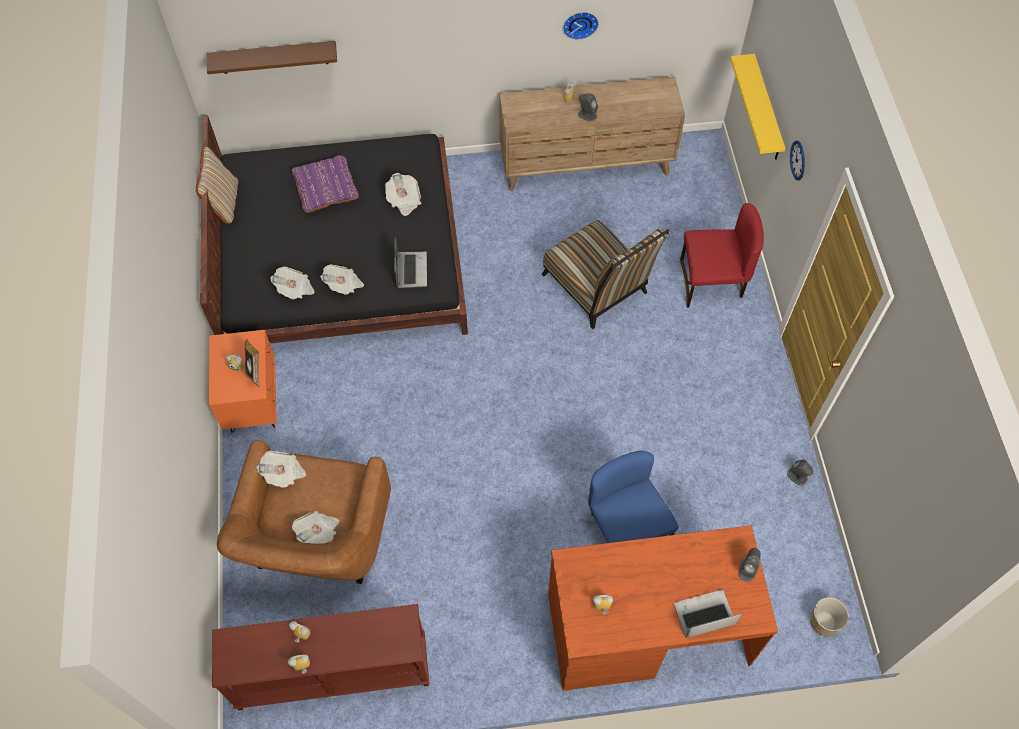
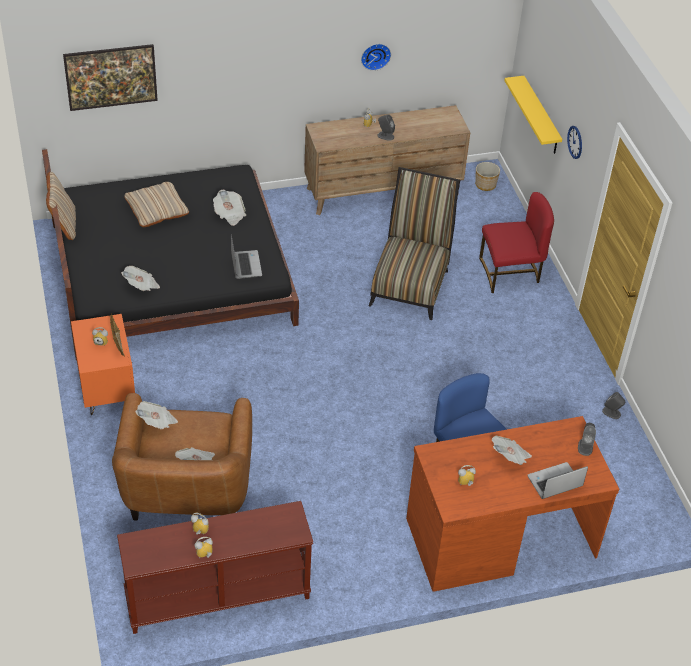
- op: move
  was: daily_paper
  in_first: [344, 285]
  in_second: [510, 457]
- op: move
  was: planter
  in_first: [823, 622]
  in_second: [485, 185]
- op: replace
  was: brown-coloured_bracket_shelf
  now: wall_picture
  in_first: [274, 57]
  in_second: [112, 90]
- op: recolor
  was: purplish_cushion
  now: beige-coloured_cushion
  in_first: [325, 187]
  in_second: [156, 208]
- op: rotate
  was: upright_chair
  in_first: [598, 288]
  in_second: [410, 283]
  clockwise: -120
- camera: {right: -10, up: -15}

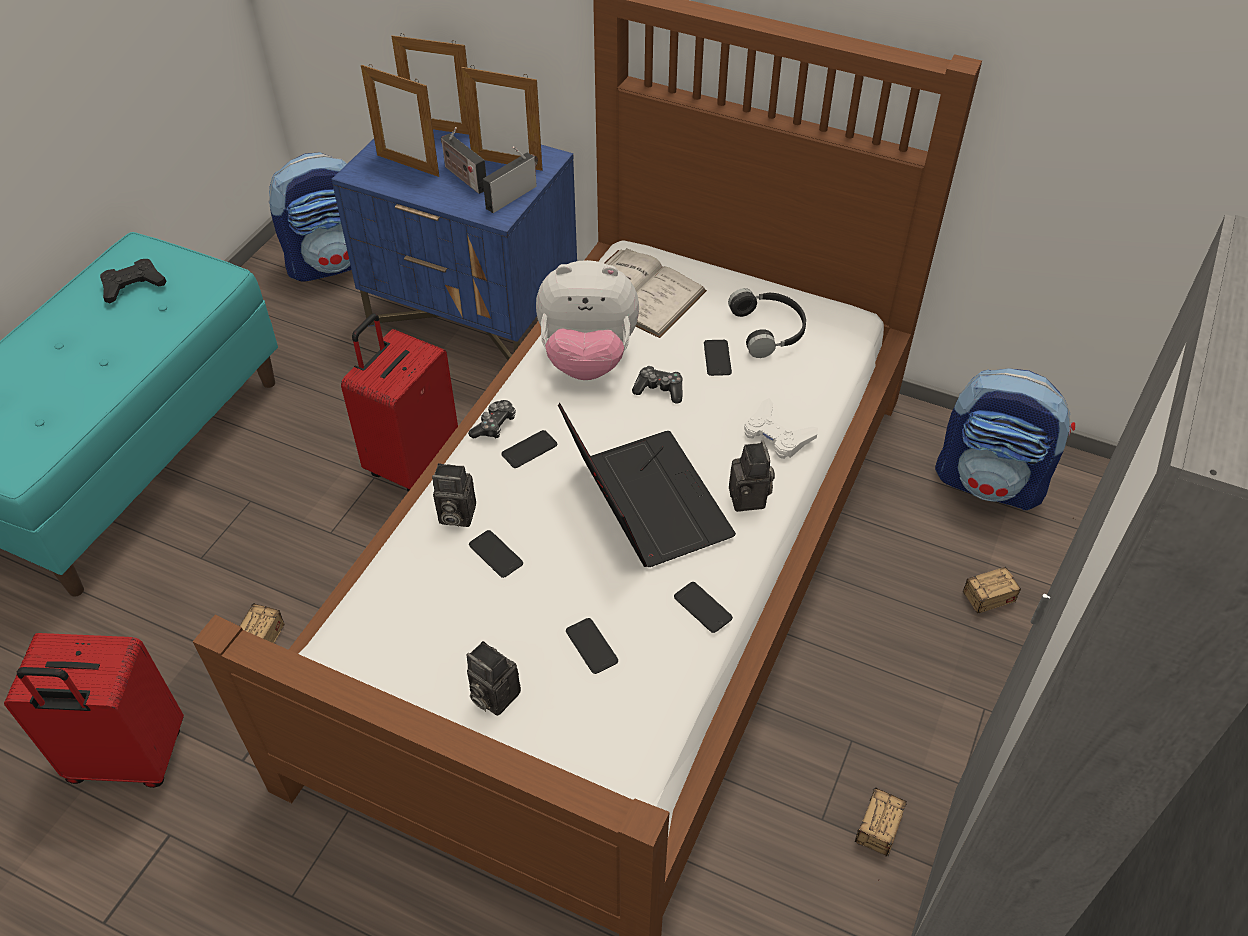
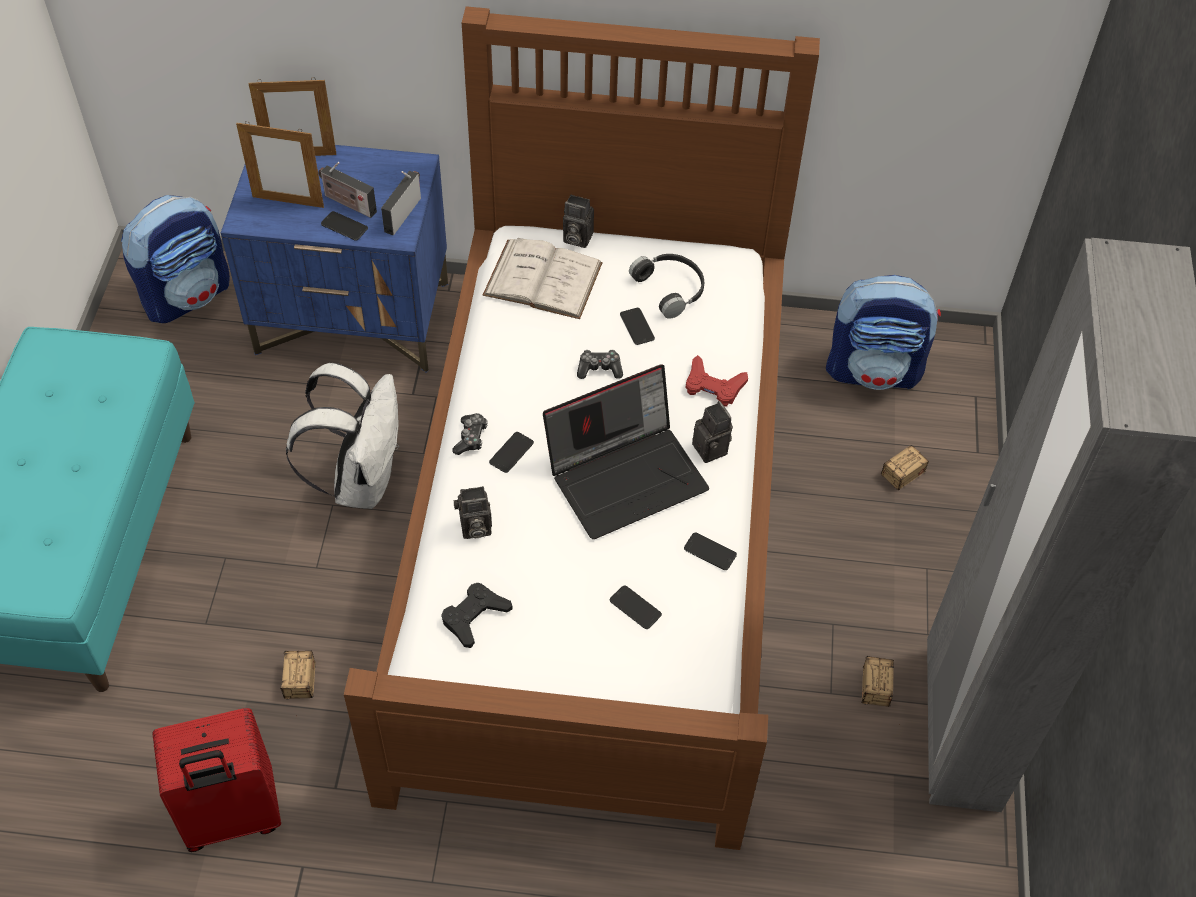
- op: delete
  was: picture_frame
  in_first: [506, 163]
- op: delete
  was: soft_toy
  in_first: [587, 359]
- op: move
  was: black_joypad
  in_first: [133, 285]
  in_second: [474, 617]
- op: move
  was: still_camera
  in_first: [492, 695]
  in_second: [576, 238]
- op: move
  was: phone
  in_first: [496, 554]
  in_second: [344, 226]
- op: replace
  was: reddish_travel_case
  now: white_backpack
  in_first: [412, 461]
  in_second: [361, 480]
- op: recolor
  was: white_joypad
  now: reddish_joypad
  in_first: [777, 435]
  in_second: [713, 386]
- op: rotate
  was: notebook_computer
  in_first: [643, 502]
  in_second: [627, 475]
  clockwise: 105
- camera: {right: -20, up: 5}

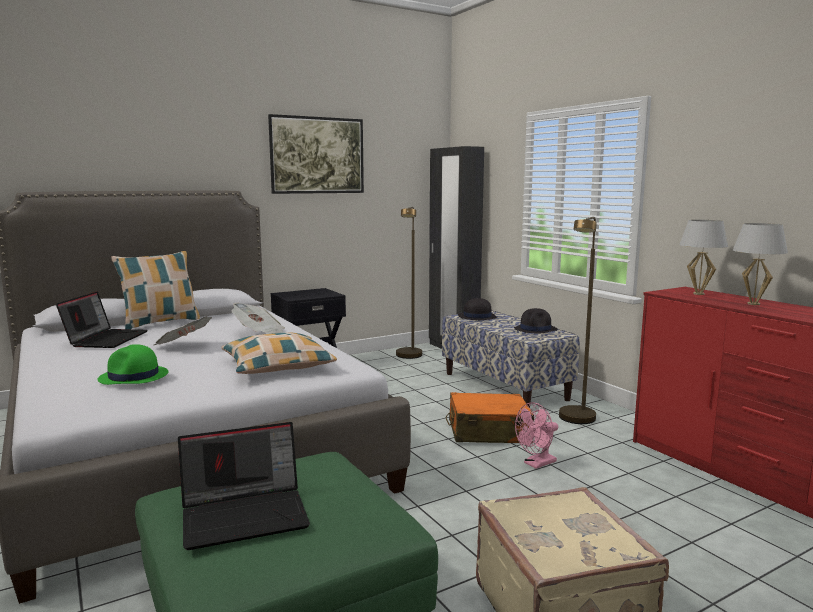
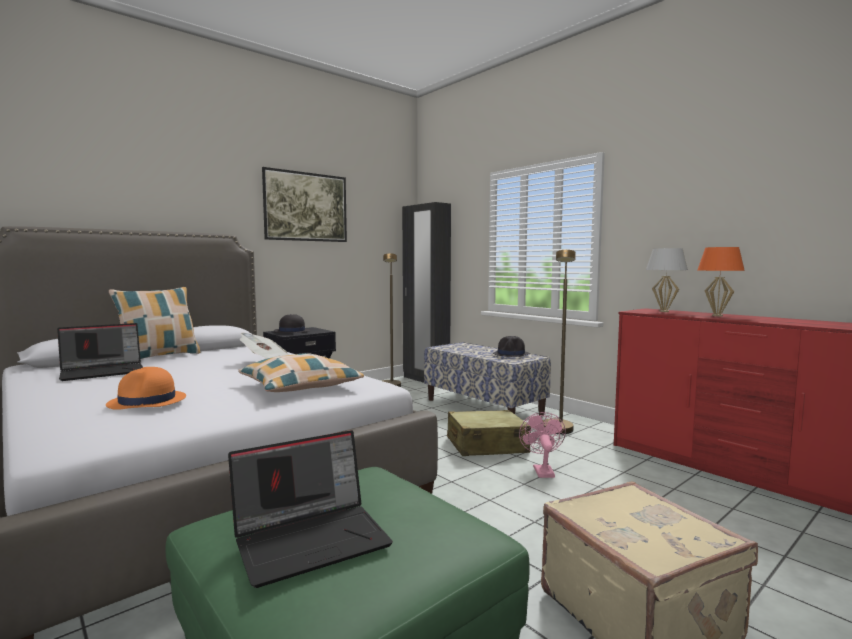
- op: delete
  was: daily_paper
  in_first: [183, 346]
- op: move
  was: black_wearable_hat
  in_first: [477, 317]
  in_second: [291, 331]
- op: recolor
  was: green_wearable_hat
  now: orange_wearable_hat
  in_first: [134, 377]
  in_second: [147, 402]
- op: recolor
  was: orange_travel_case
  now: beige-coloured_travel_case
  in_first: [488, 432]
  in_second: [486, 446]
- op: recolor
  was: white_lamp_for_a_table
  now: orange_lamp_for_a_table
  in_first: [753, 304]
  in_second: [717, 315]
- op: rotate
  was: notebook_computer
  in_first: [106, 339]
  in_second: [104, 371]
  clockwise: 60
- op: rotate
  was: pink-coloured_cooling_fan
  in_first: [536, 464]
  in_second: [542, 470]
  clockwise: 135
- camera: {right: -10, up: -5}

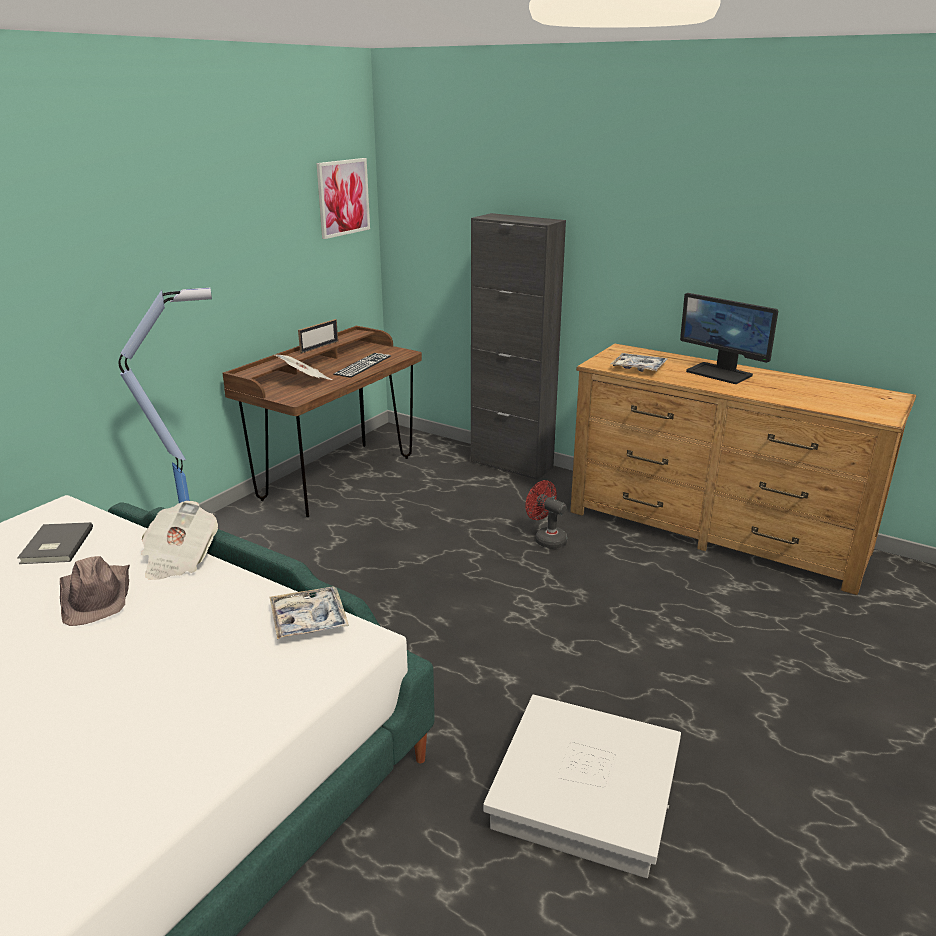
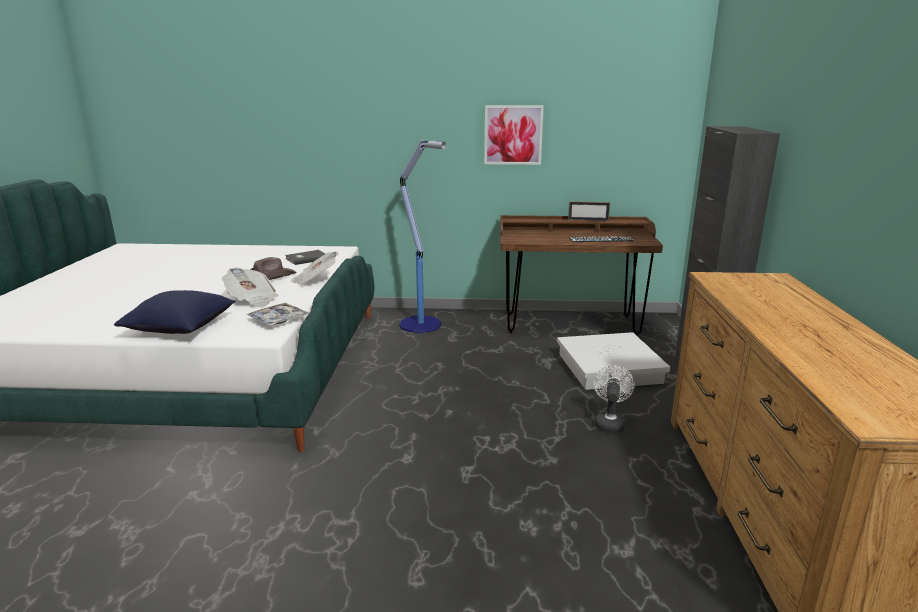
- op: delete
  was: tray
  in_first: [638, 368]
- op: delete
  was: computer_screen
  in_first: [720, 373]
- op: insert
  now: blue-coloured_cushion
  in_second: [181, 329]
- op: move
  was: daily_paper
  in_first: [305, 381]
  in_second: [252, 300]
- op: move
  was: wall_picture
  in_first: [343, 197]
  in_second: [513, 135]
- op: move
  was: white_storage_container
  in_first: [584, 793]
  in_second: [608, 368]
- op: recolor
  was: reddish_cooling_fan
  now: white_cooling_fan
  in_first: [546, 539]
  in_second: [609, 422]
- camera: {right: 60, up: -5}

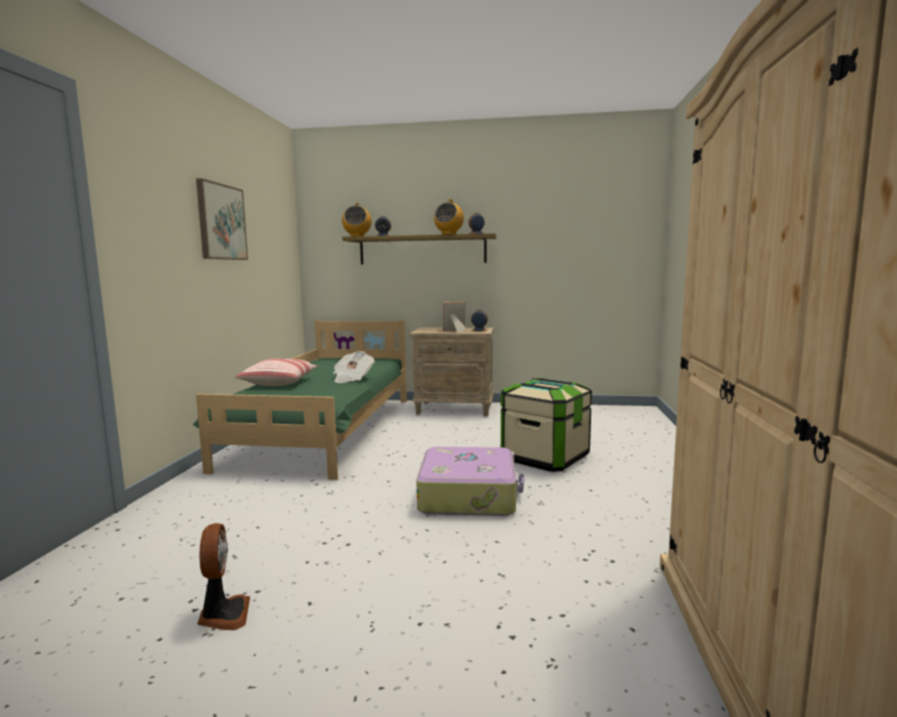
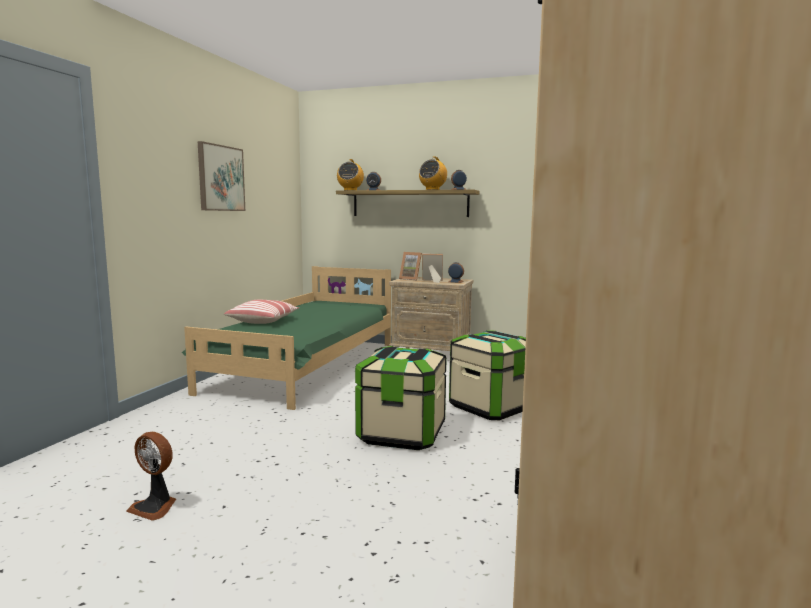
- op: delete
  was: daily_paper
  in_first: [352, 378]
- op: insert
  now: picture_frame
  in_second: [411, 279]
- op: replace
  was: travel_case
  now: storage_container
  in_first: [469, 495]
  in_second: [401, 434]
- op: rotate
  was: cooling_fan
  in_first: [223, 615]
  in_second: [155, 507]
  clockwise: 120
- camera: {right: 10, up: 0}

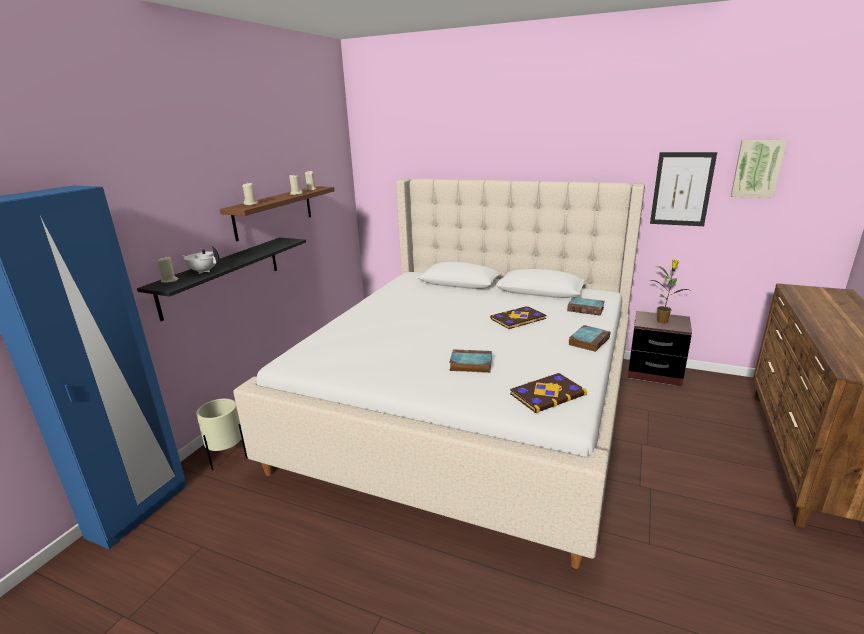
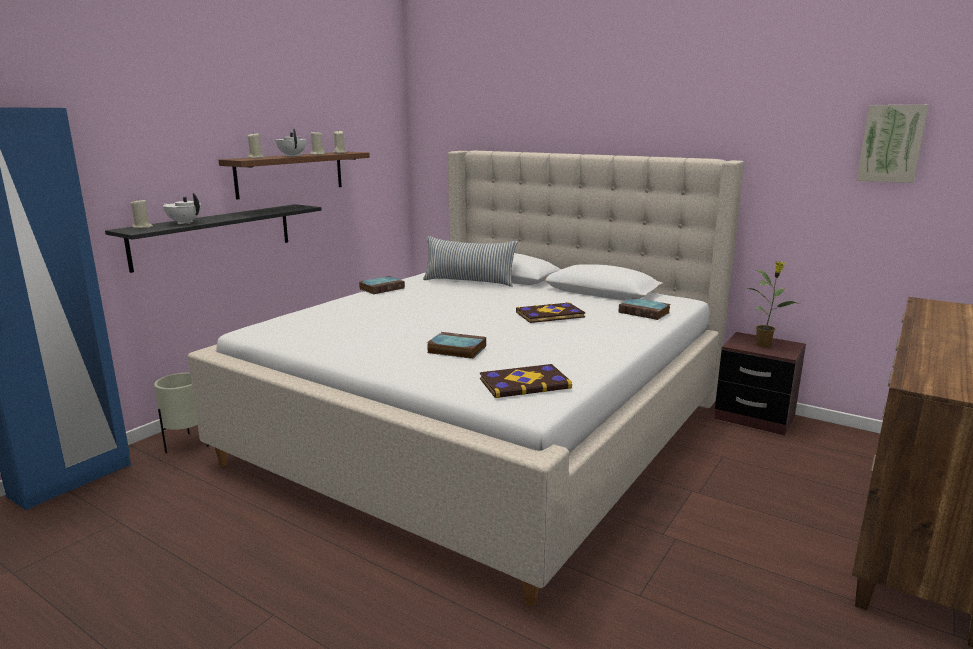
- op: delete
  was: wall_picture
  in_first: [682, 189]
- op: insert
  now: white_tea_pot
  in_second: [292, 156]
- op: insert
  now: cushion
  in_second: [469, 281]
- op: move
  was: volume
  in_first: [589, 341]
  in_second: [382, 288]
- camera: {right: 10, up: -5}

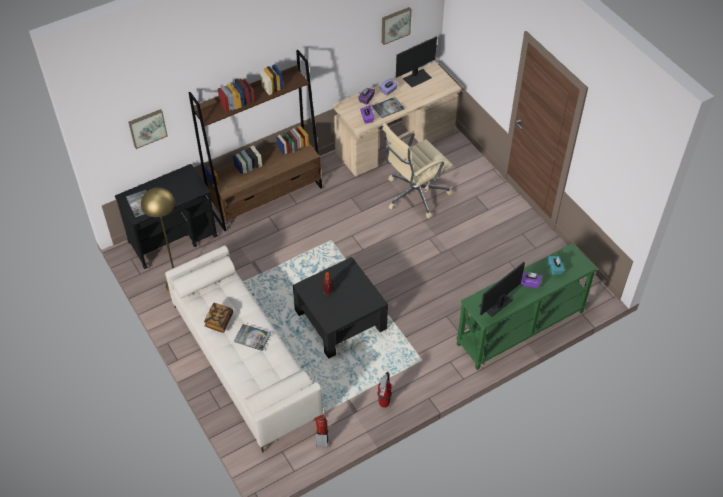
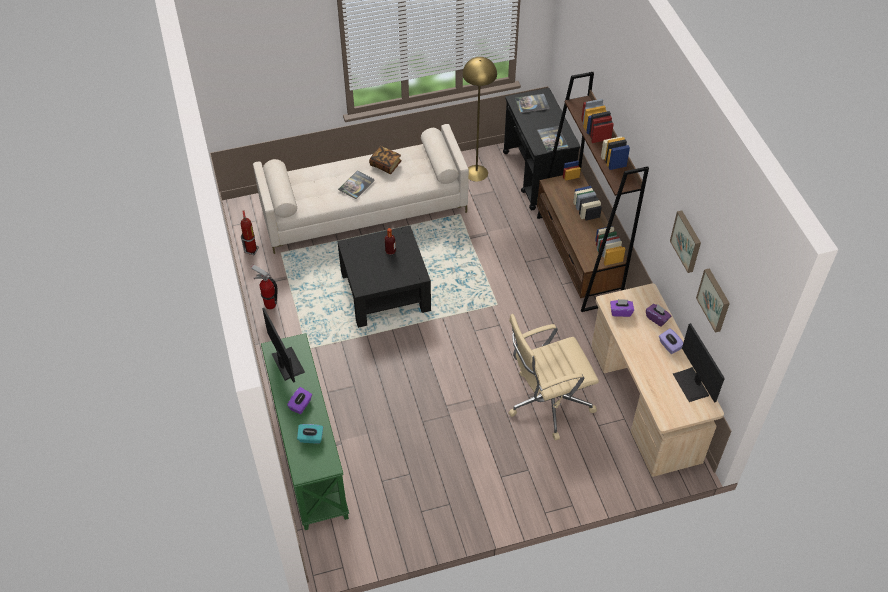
- op: move
  was: wall_picture
  in_first: [147, 127]
  in_second: [687, 241]
- op: move
  was: volume
  in_first: [388, 108]
  in_second: [552, 139]
- op: rotate
  was: beige-coloured_office_chair
  in_first: [415, 195]
  in_second: [547, 402]
  clockwise: -90
- camera: {right: 105, up: 0}

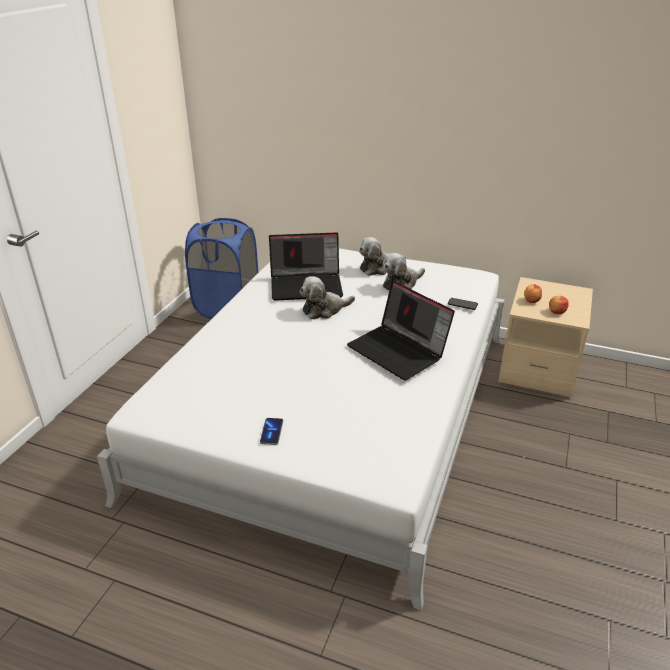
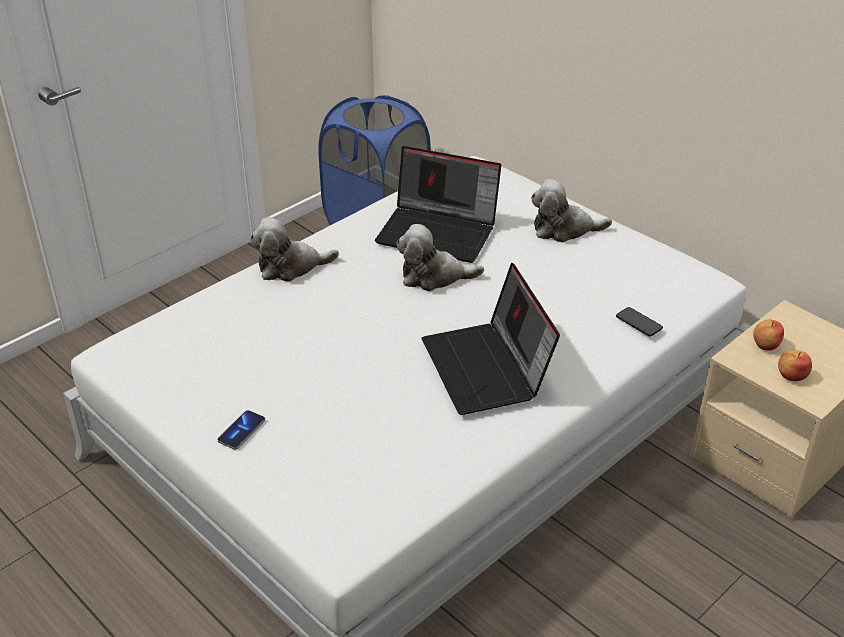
- op: move
  was: soft_toy
  in_first: [401, 284]
  in_second: [290, 266]
- camera: {right: 25, up: 5}

